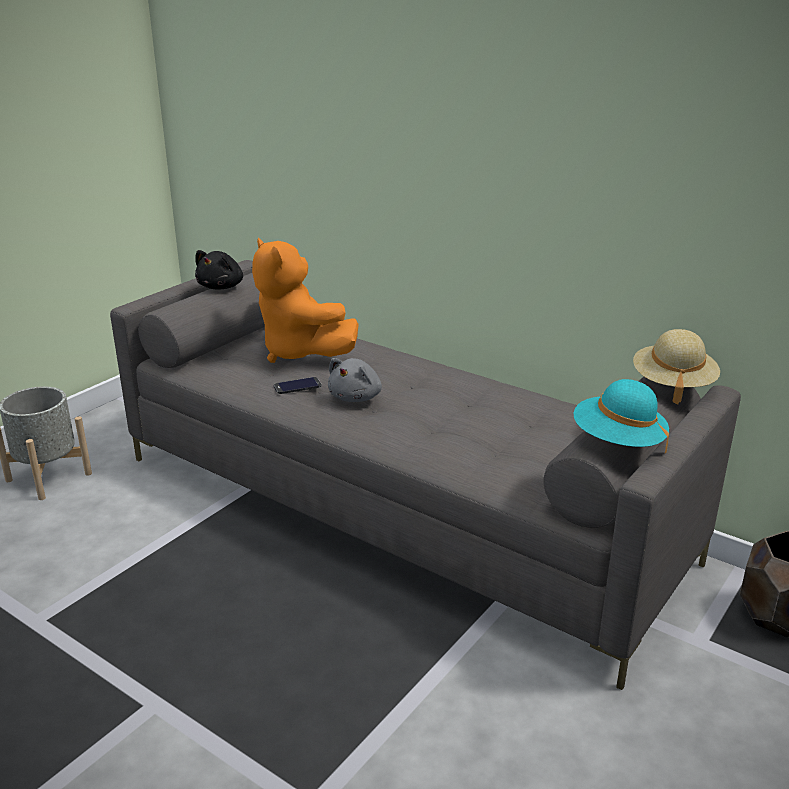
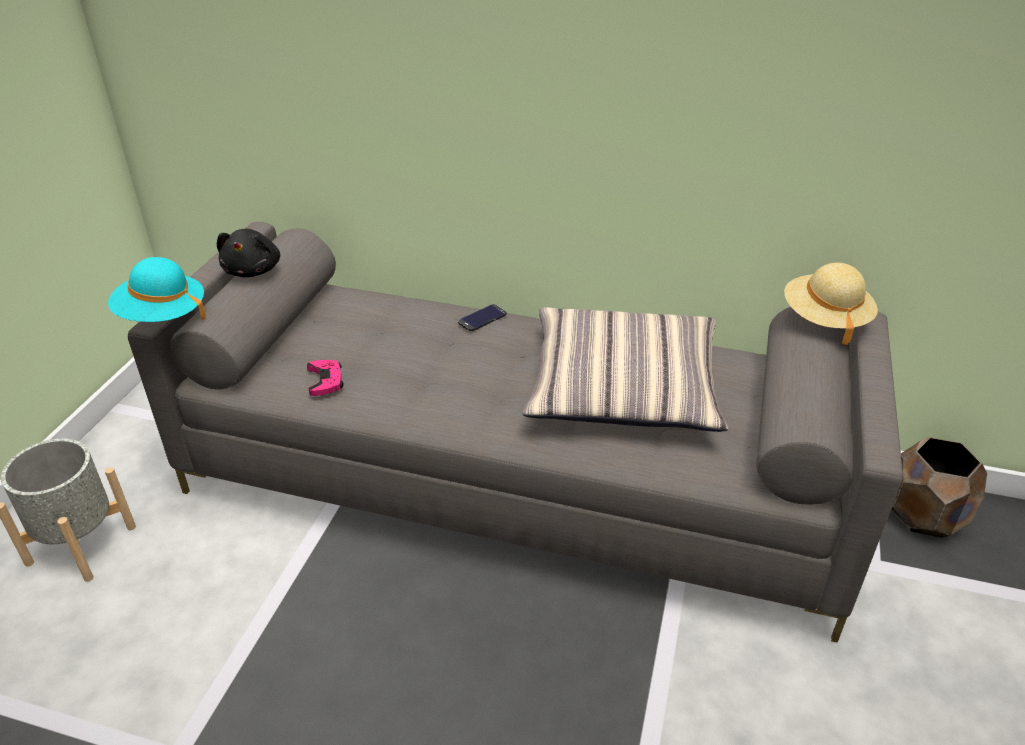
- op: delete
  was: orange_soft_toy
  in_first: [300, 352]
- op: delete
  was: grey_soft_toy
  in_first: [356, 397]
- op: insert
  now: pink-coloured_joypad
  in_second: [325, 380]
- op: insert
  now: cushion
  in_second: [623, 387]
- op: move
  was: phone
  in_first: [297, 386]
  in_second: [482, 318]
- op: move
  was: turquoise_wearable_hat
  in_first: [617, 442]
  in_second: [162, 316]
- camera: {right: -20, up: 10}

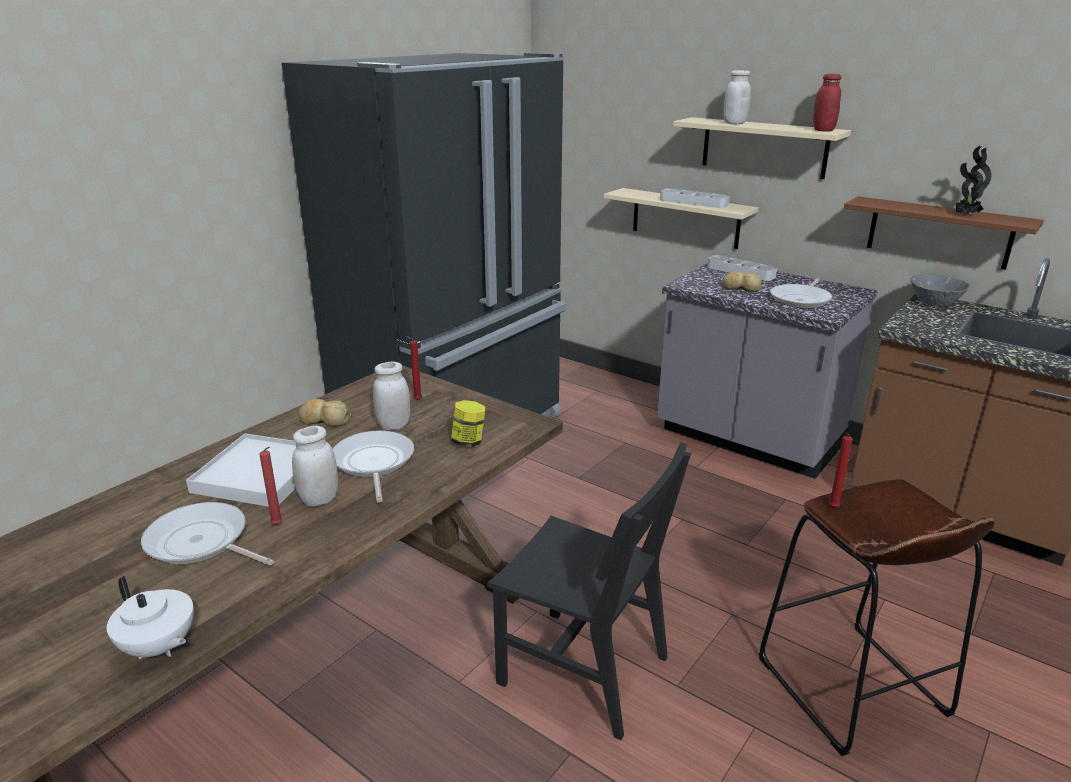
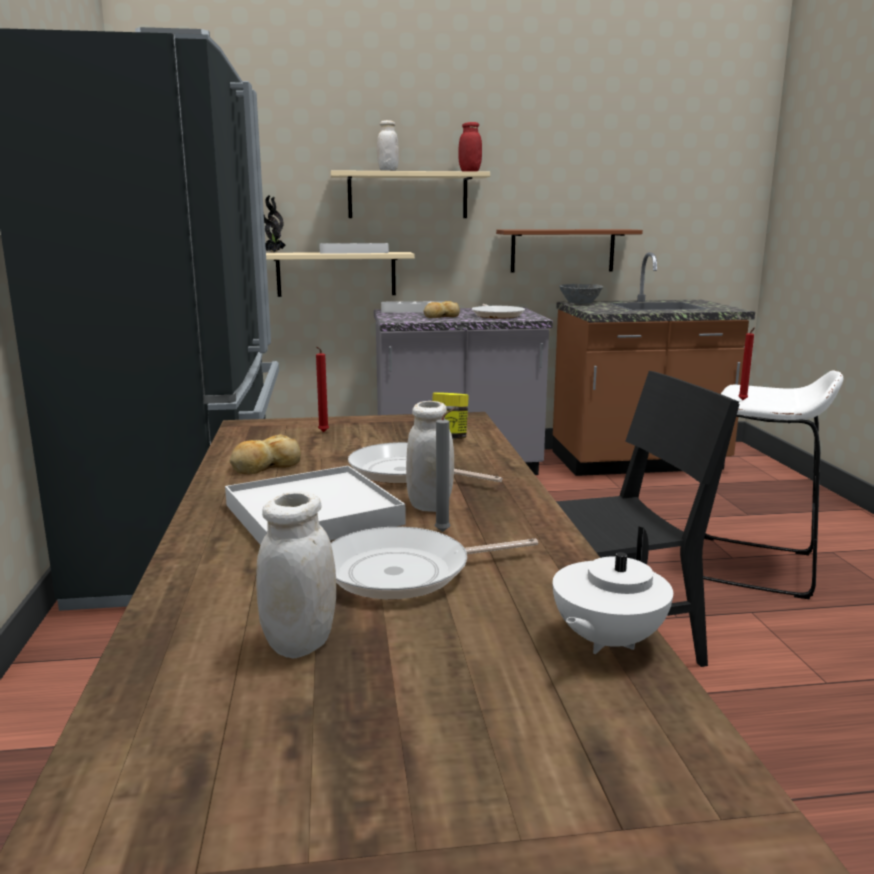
- op: move
  was: white_preserve_jar
  in_first: [393, 425]
  in_second: [300, 643]
- op: move
  was: plant_in_a_pot
  in_first: [965, 215]
  in_second: [273, 253]
- op: recolor
  was: reddish_wax_candle
  now: grey_wax_candle
  in_first: [278, 525]
  in_second: [445, 531]
- op: recolor
  was: brown-coloured_sitting_stool
  now: white_sitting_stool
  in_first: [851, 687]
  in_second: [751, 566]
- op: rotate
  was: white_tea_pot
  in_first: [159, 648]
  in_second: [606, 641]
  clockwise: 135
- camera: {right: -45, up: -10}

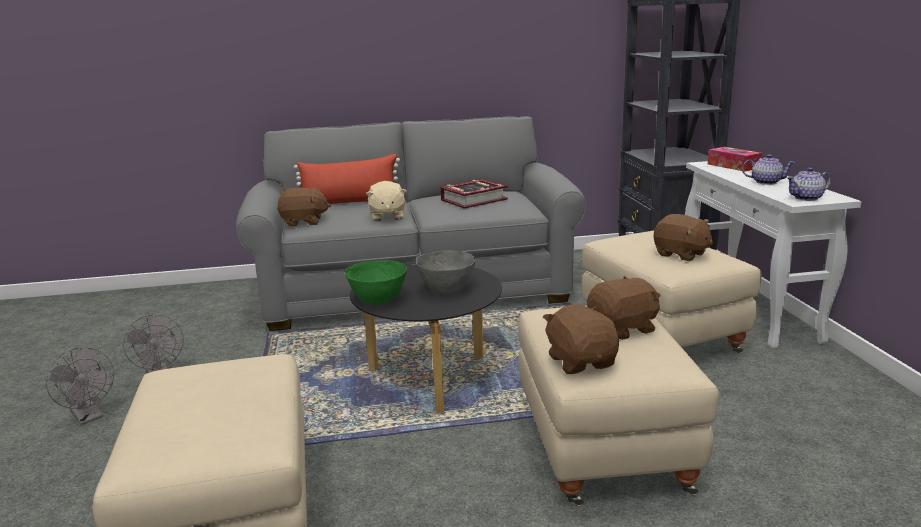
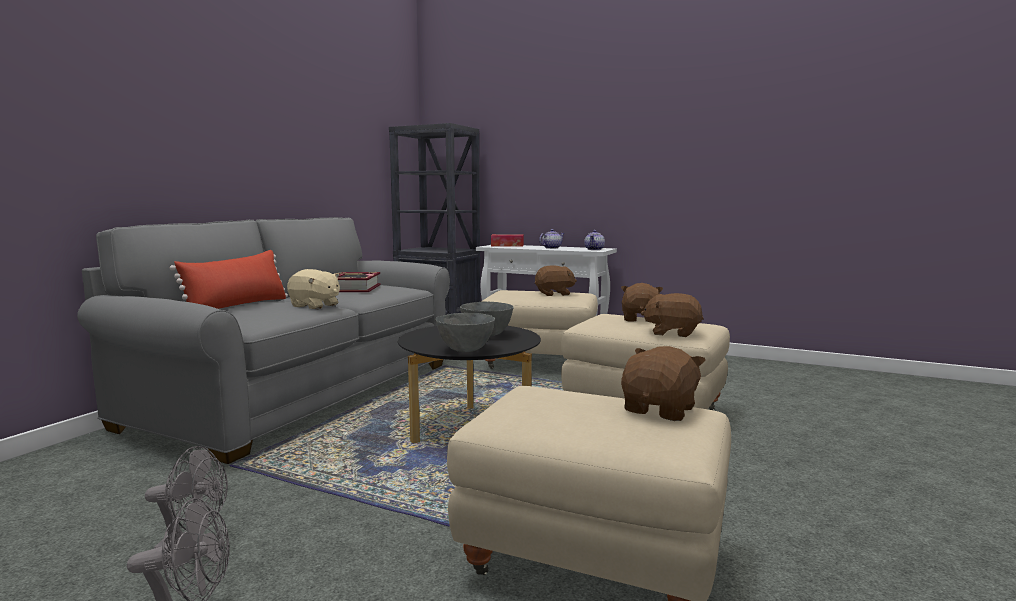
- op: move
  was: brown-coloured_soft_toy
  in_first: [304, 222]
  in_second: [660, 410]
- op: recolor
  was: green_deep_dish
  now: grey_deep_dish
  in_first: [378, 301]
  in_second: [466, 350]
- camera: {right: -55, up: -10}

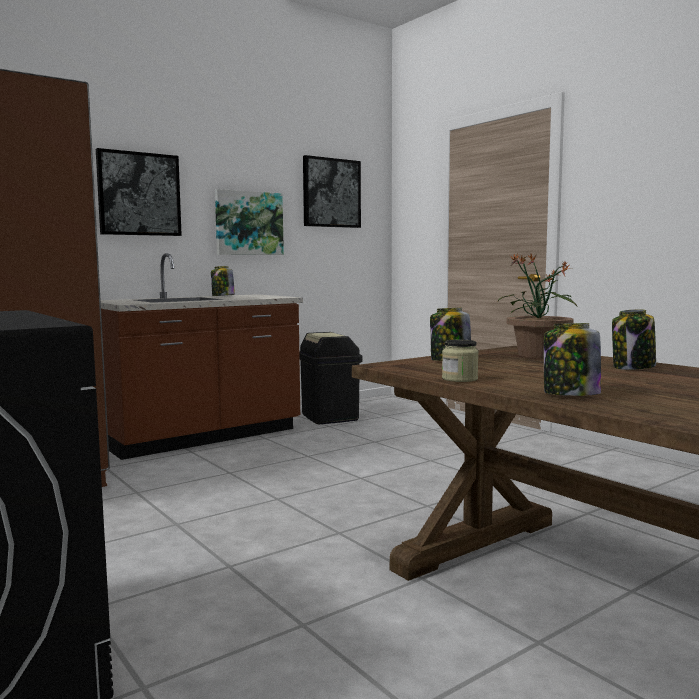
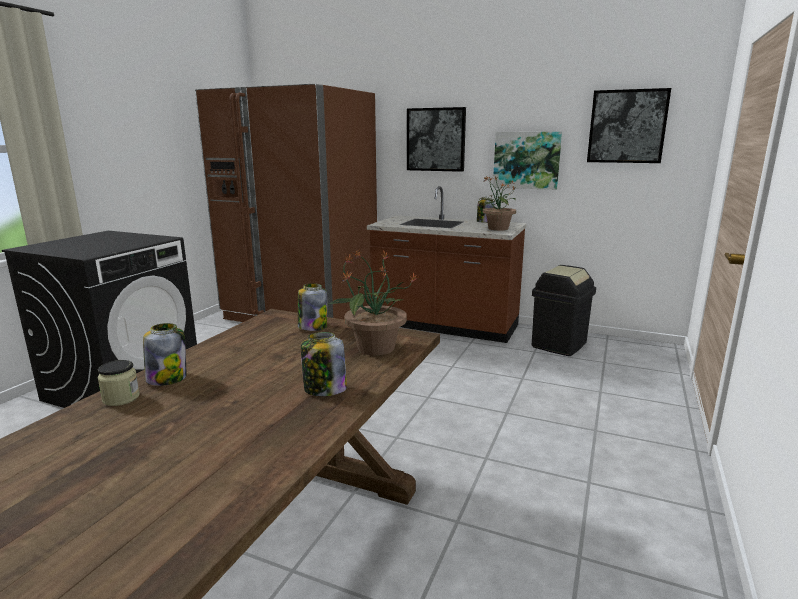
- op: insert
  now: plant_in_a_pot
  in_second: [497, 229]
- op: move
  was: preserve_jar
  in_first: [459, 379]
  in_second: [121, 398]
- camera: {right: 60, up: 10}

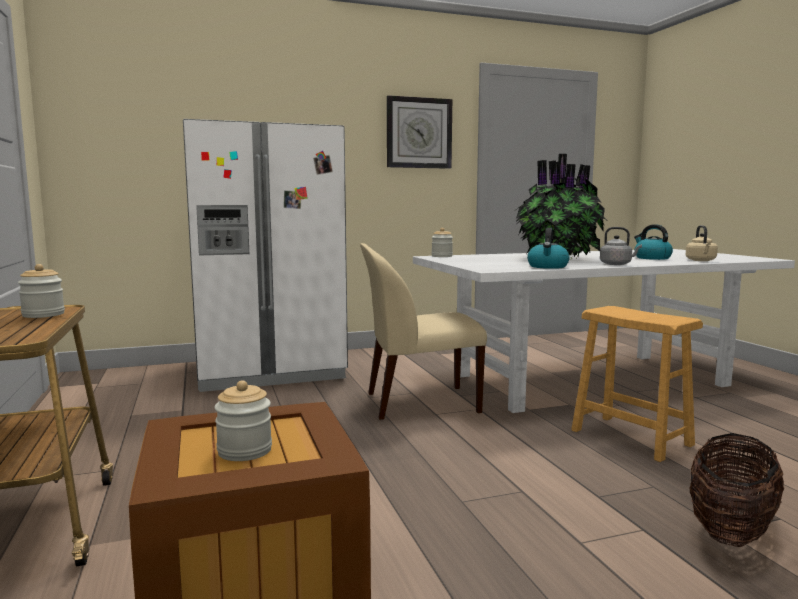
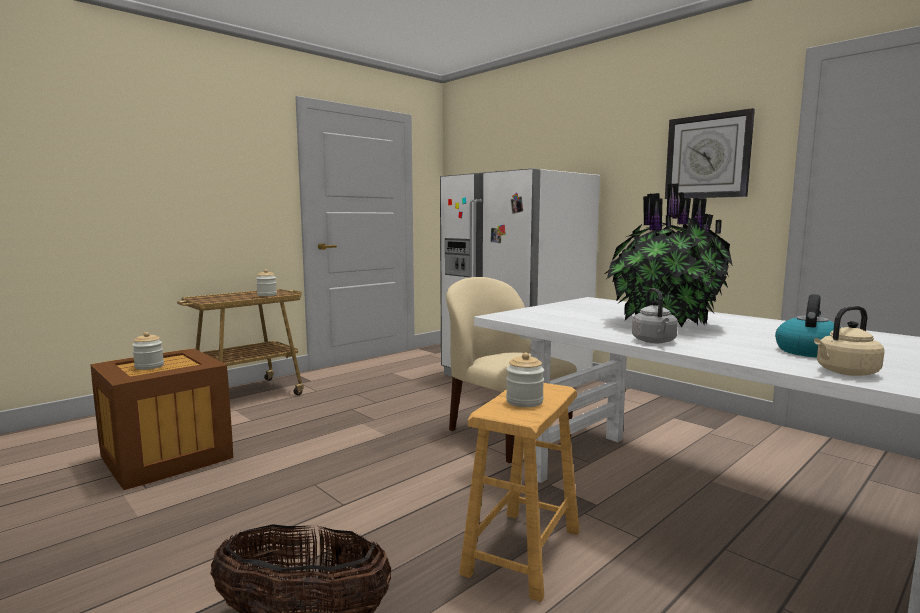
- op: delete
  was: water_kettle
  in_first: [548, 267]
- op: move
  was: preserve_jar
  in_first: [442, 256]
  in_second: [524, 401]
- camera: {right: 65, up: 0}

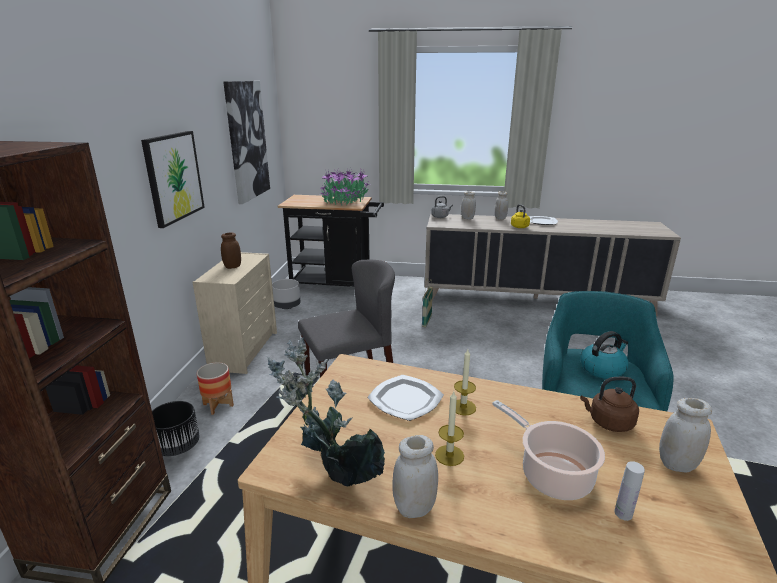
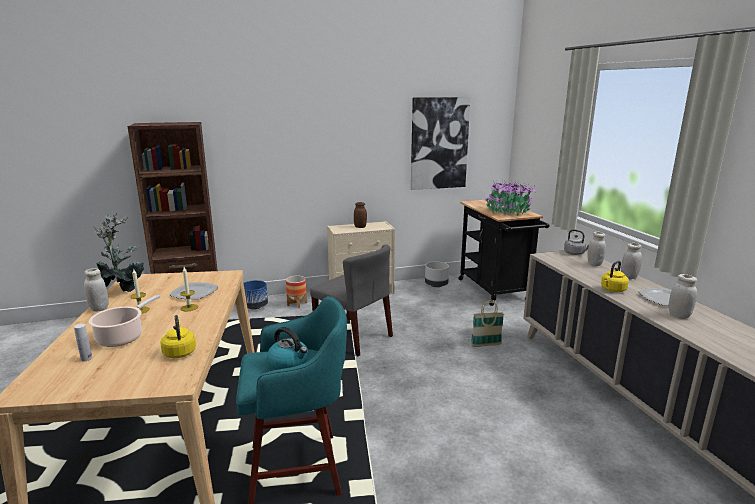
- op: delete
  was: wall_picture
  in_first: [173, 177]
- op: move
  was: white_preserve_jar
  in_first: [677, 464]
  in_second: [679, 315]
- op: recolor
  was: black_planter
  now: blue-coloured_planter
  in_first: [177, 446]
  in_second: [255, 306]
- op: recolor
  was: brown-coloured_water_kettle
  now: yellow-coloured_water_kettle
  in_first: [608, 422]
  in_second: [179, 352]
- camera: {right: 65, up: -5}

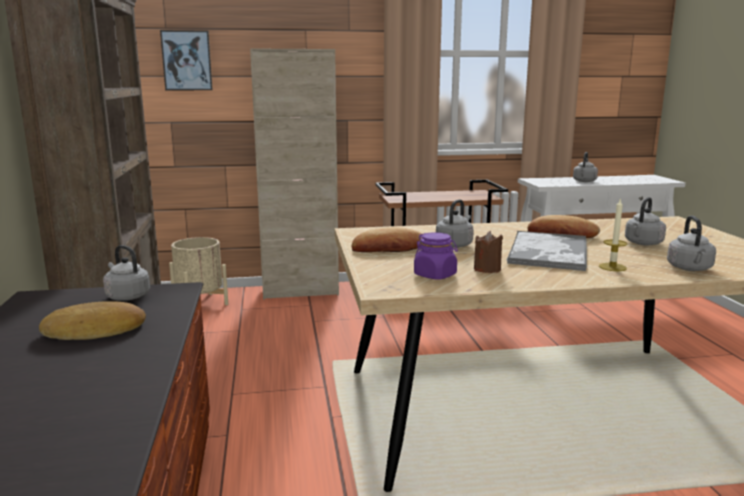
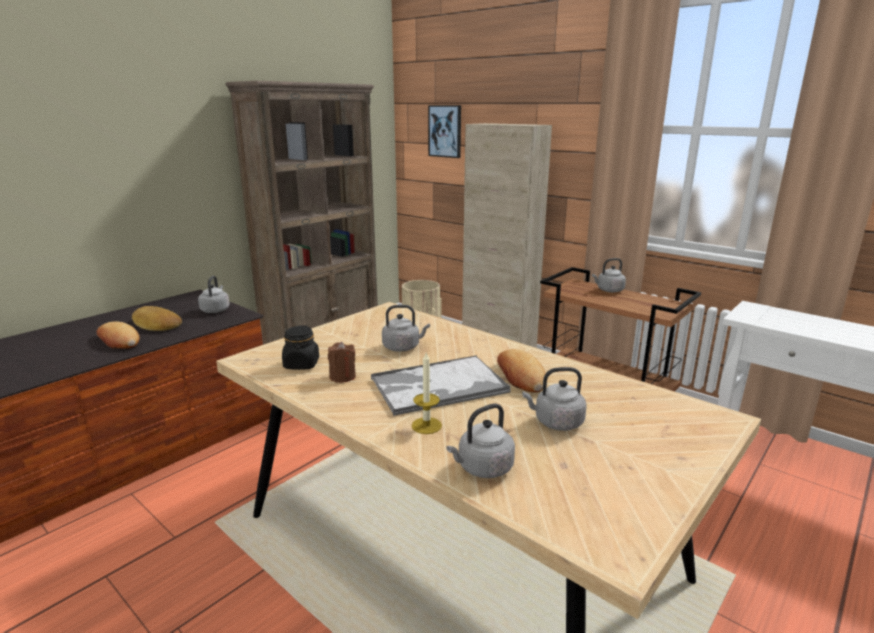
- op: move
  was: baked_bread
  in_first: [388, 248]
  in_second: [119, 341]
- op: move
  was: grey_water_kettle
  in_first: [584, 181]
  in_second: [608, 290]
- op: recolor
  was: purplish_preserve_jar
  now: black_preserve_jar
  in_first: [435, 275]
  in_second: [301, 364]
- camera: {right: 50, up: 5}

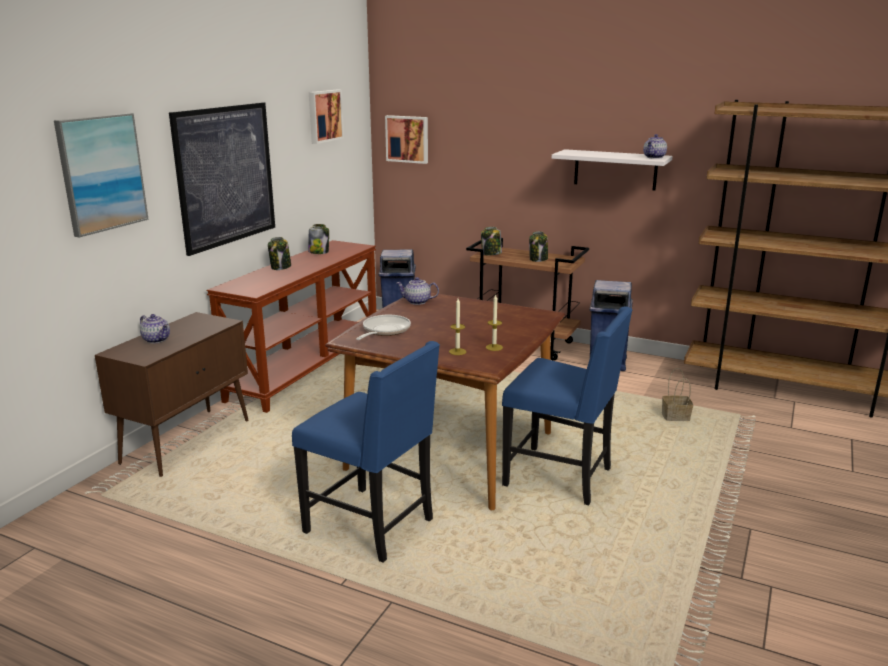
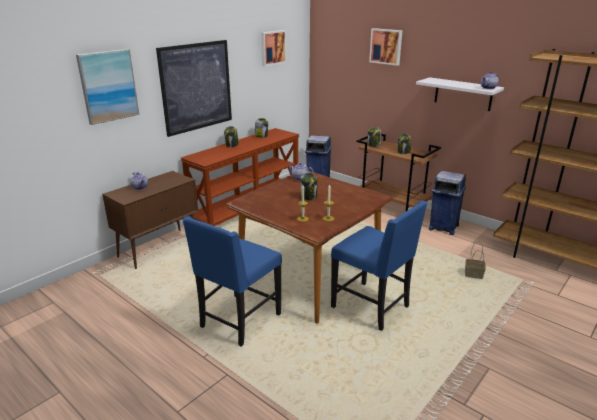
- op: delete
  was: skillet
  in_first: [384, 331]
- op: insert
  now: preserve_jar
  in_second: [309, 196]
- op: move
  was: wall_picture
  in_first: [407, 139]
  in_second: [386, 46]
- op: rotate
  was: blue-coloured_upright_chair
  in_first: [372, 526]
  in_second: [239, 321]
  clockwise: 75
- camera: {right: 15, up: 5}

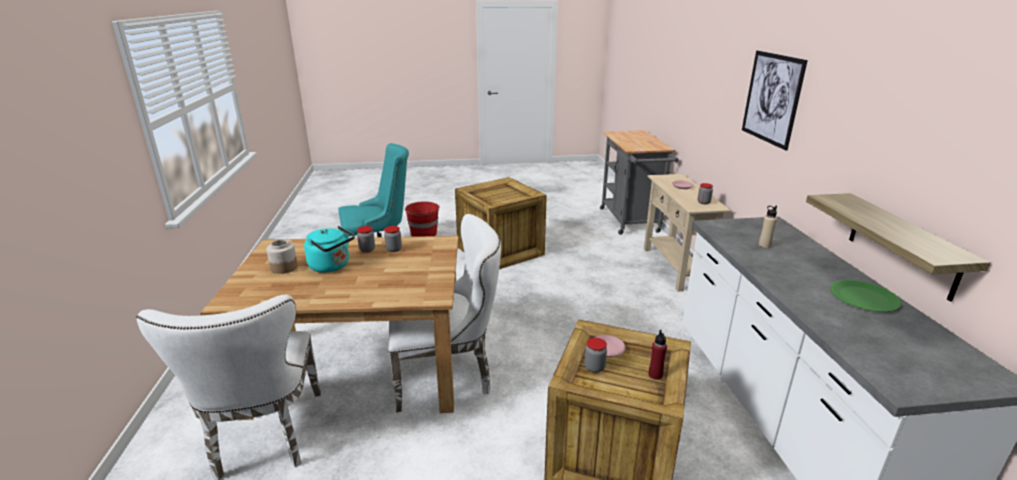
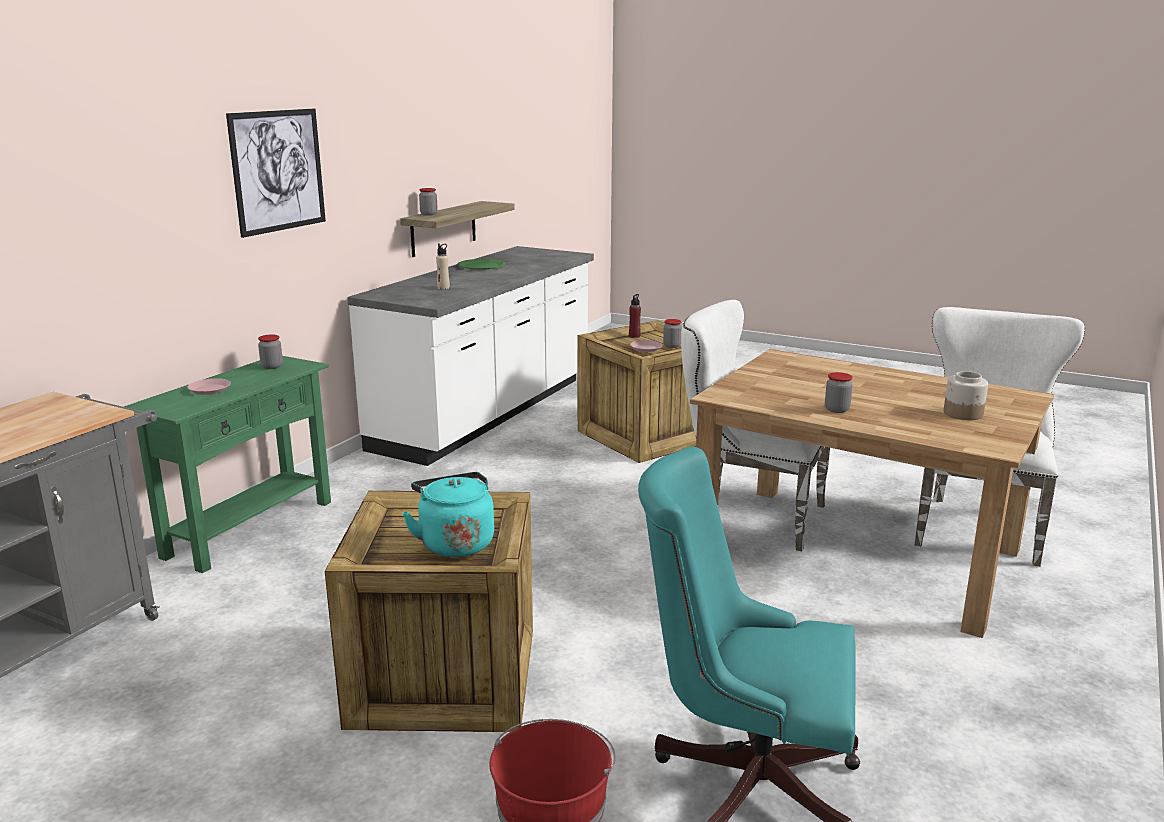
- op: move
  was: turquoise_water_kettle
  in_first: [332, 266]
  in_second: [454, 543]
- op: move
  was: preserve_jar
  in_first: [394, 249]
  in_second: [429, 214]
- op: recolor
  was: beige-coloured_narrow_table
  now: green_narrow_table
  in_first: [674, 267]
  in_second: [250, 528]
- camera: {right: -145, up: -5}

